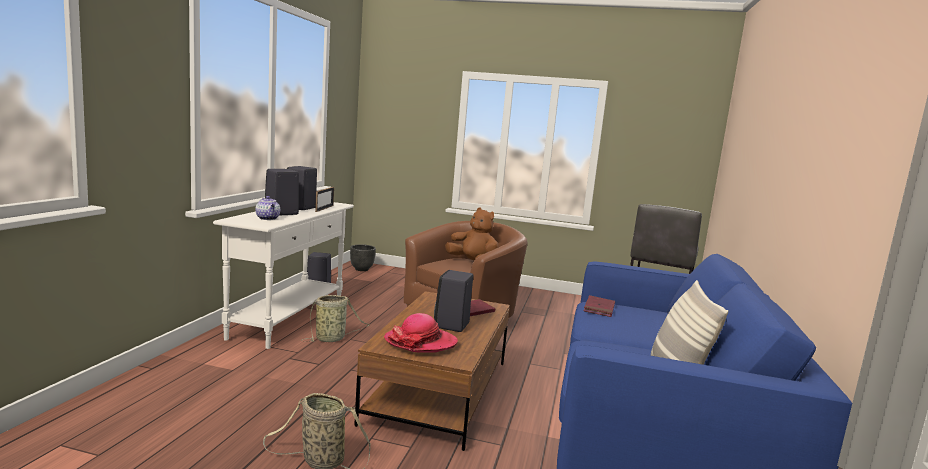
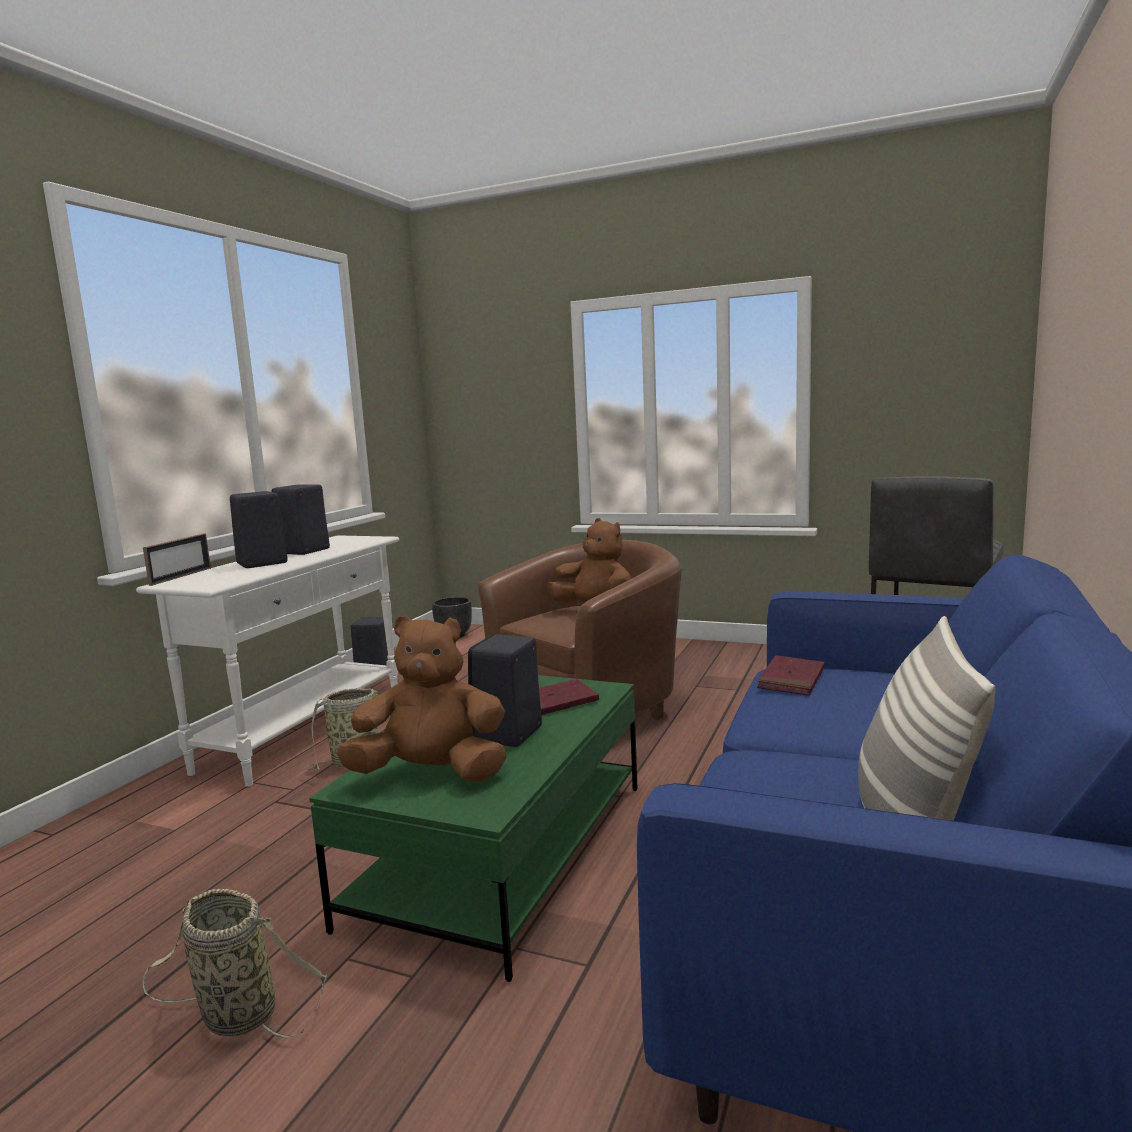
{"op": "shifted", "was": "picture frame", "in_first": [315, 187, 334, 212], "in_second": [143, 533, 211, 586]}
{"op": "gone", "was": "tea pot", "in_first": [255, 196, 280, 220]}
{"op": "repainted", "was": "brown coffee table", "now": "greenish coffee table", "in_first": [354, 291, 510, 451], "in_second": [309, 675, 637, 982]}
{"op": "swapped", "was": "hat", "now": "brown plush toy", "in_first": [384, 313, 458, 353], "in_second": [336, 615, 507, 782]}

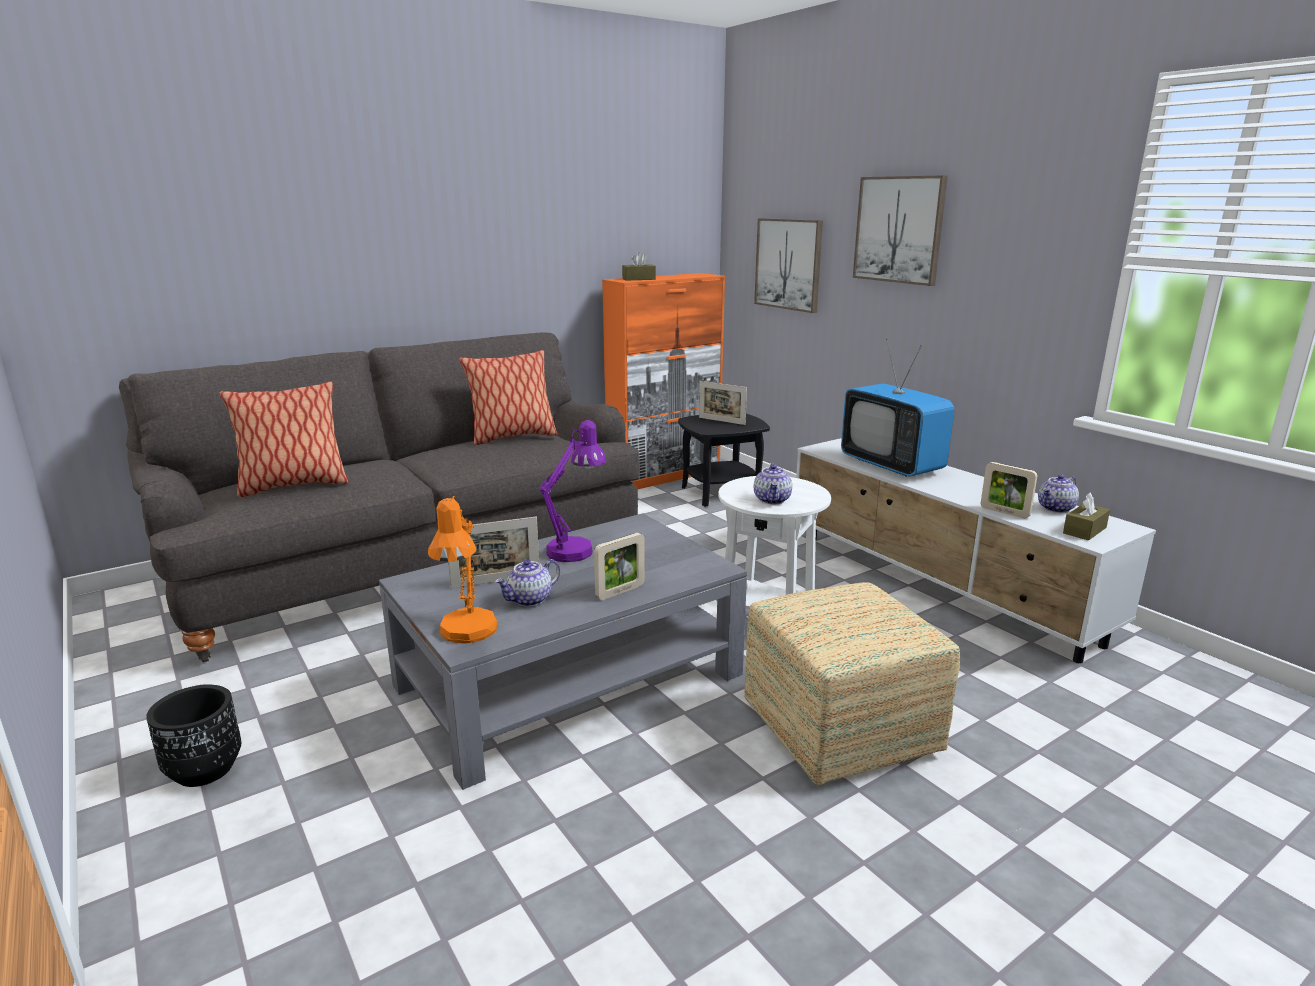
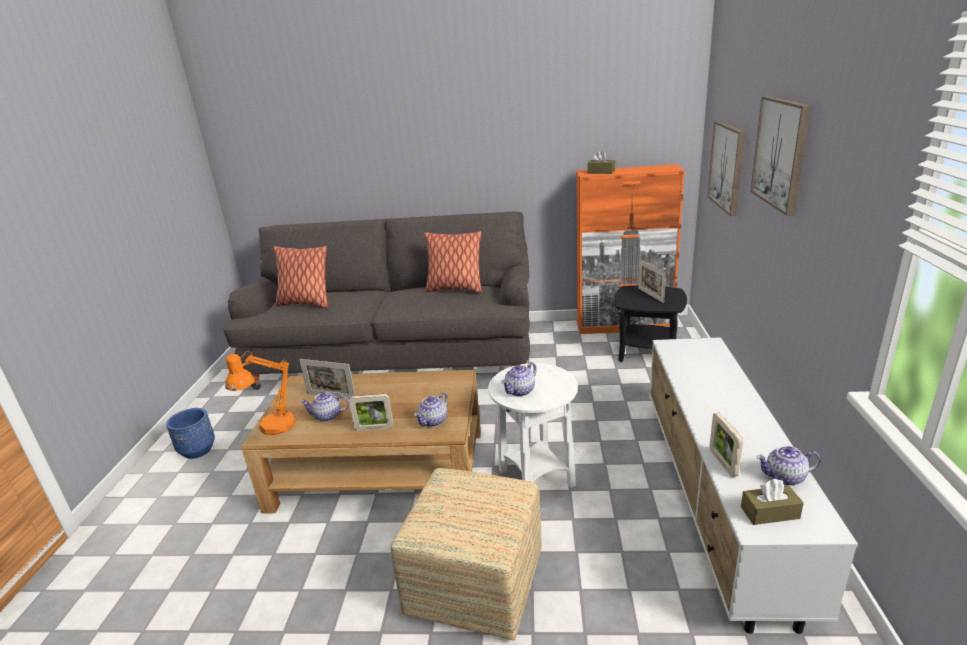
{"op": "gone", "was": "TV", "in_first": [841, 339, 955, 477]}
{"op": "gone", "was": "purple table lamp", "in_first": [539, 420, 606, 562]}
{"op": "repainted", "was": "grey coffee table", "now": "brown coffee table", "in_first": [379, 513, 747, 790], "in_second": [241, 370, 481, 514]}
{"op": "repainted", "was": "blackish planter", "now": "bluish planter", "in_first": [146, 684, 241, 787], "in_second": [166, 408, 215, 459]}
{"op": "new", "now": "tea pot", "in_second": [414, 392, 448, 427]}

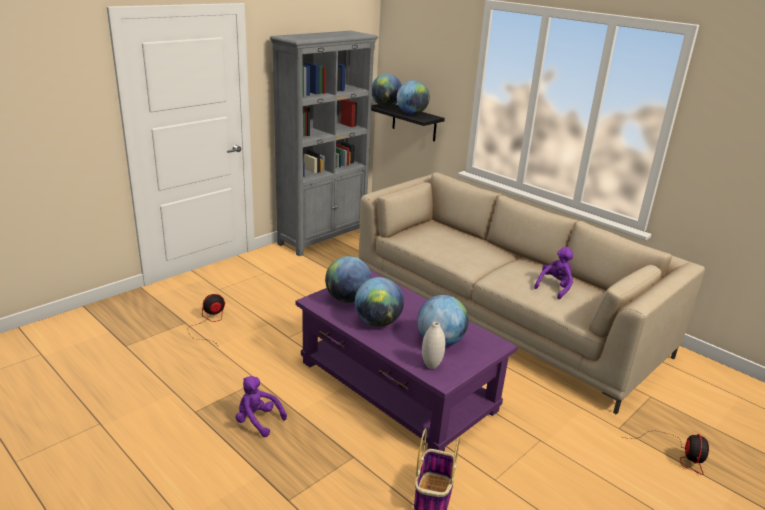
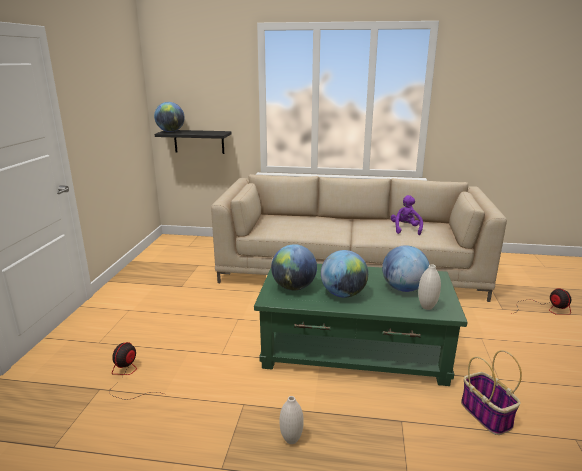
{"op": "gone", "was": "grey shelving unit", "in_first": [270, 31, 379, 256]}
{"op": "gone", "was": "desk globe", "in_first": [397, 80, 430, 114]}
{"op": "repainted", "was": "purple coffee table", "now": "greenish coffee table", "in_first": [296, 270, 518, 452], "in_second": [254, 264, 468, 386]}
{"op": "swapped", "was": "purple plush toy", "now": "white flower vase", "in_first": [235, 376, 287, 437], "in_second": [280, 396, 304, 444]}

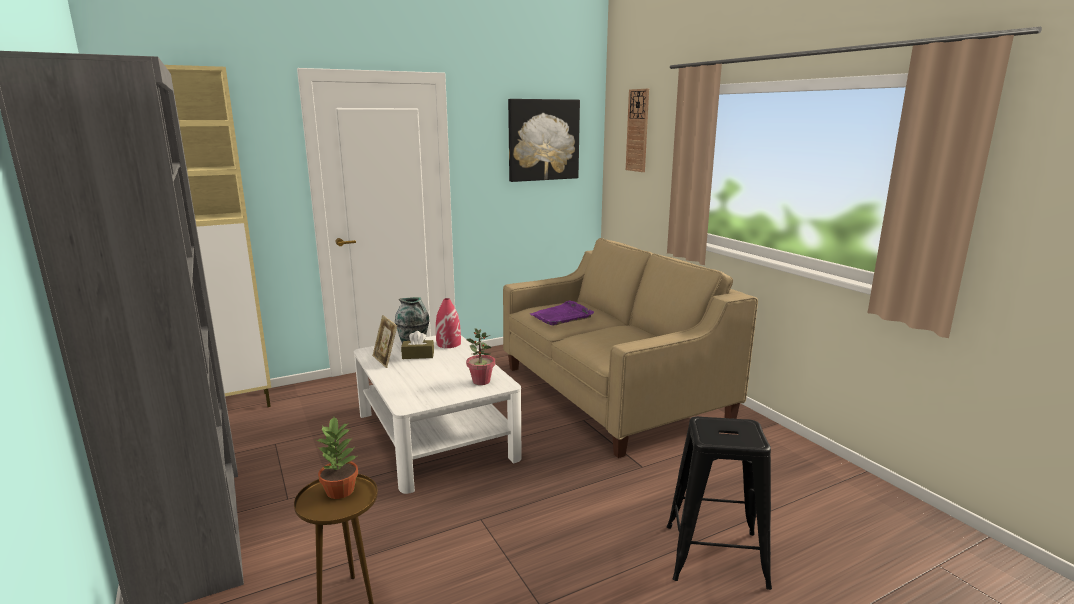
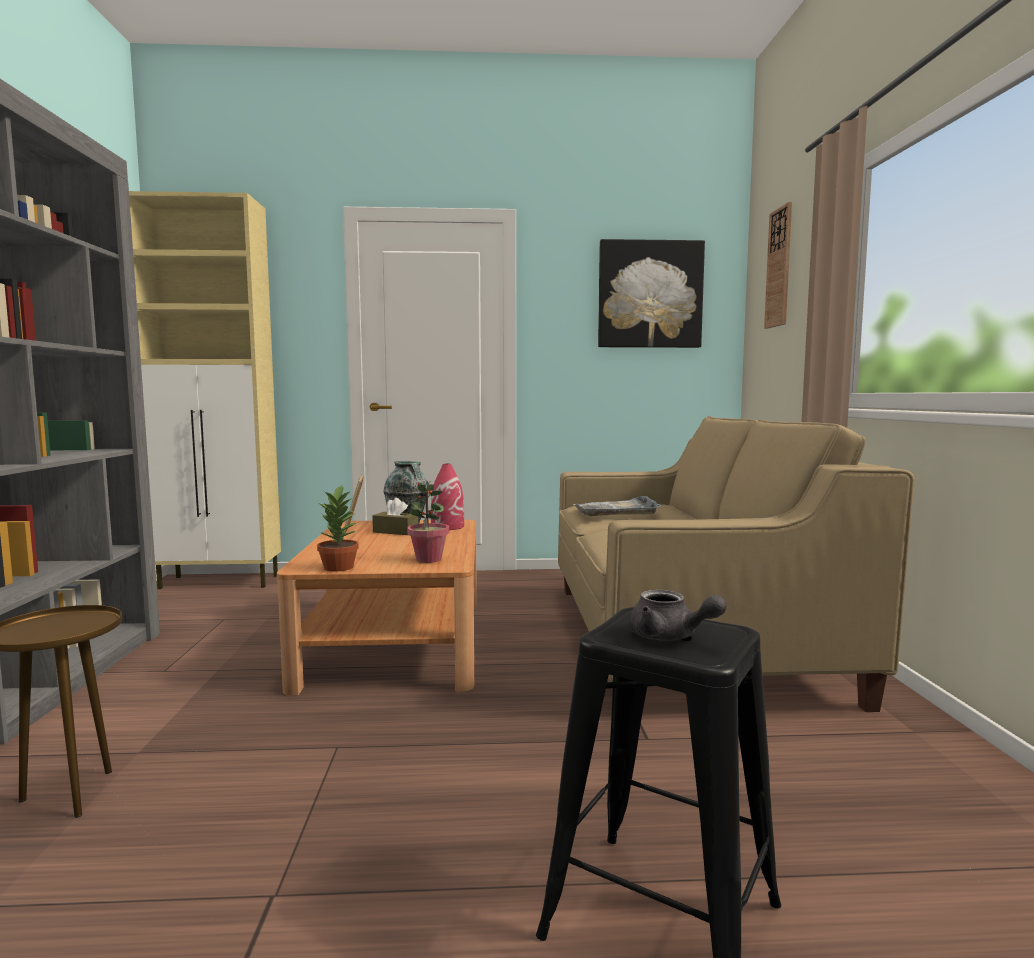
{"op": "repainted", "was": "purple tray", "now": "grey tray", "in_first": [529, 300, 594, 326], "in_second": [573, 496, 662, 516]}
{"op": "repainted", "was": "white coffee table", "now": "brown coffee table", "in_first": [354, 335, 522, 494], "in_second": [277, 520, 477, 696]}
{"op": "shifted", "was": "plant in a pot", "in_first": [317, 417, 358, 499], "in_second": [317, 485, 359, 572]}
{"op": "new", "now": "grey tea pot", "in_second": [629, 589, 727, 641]}

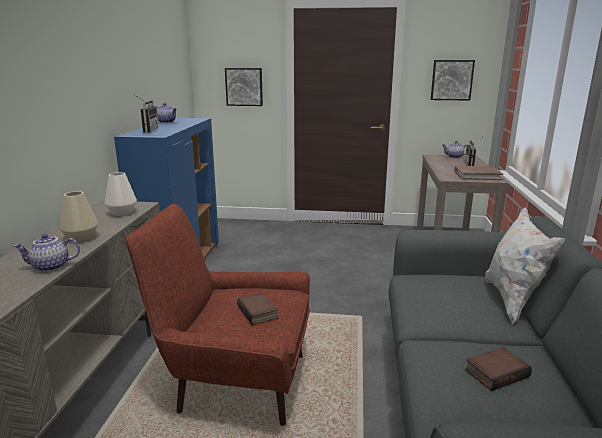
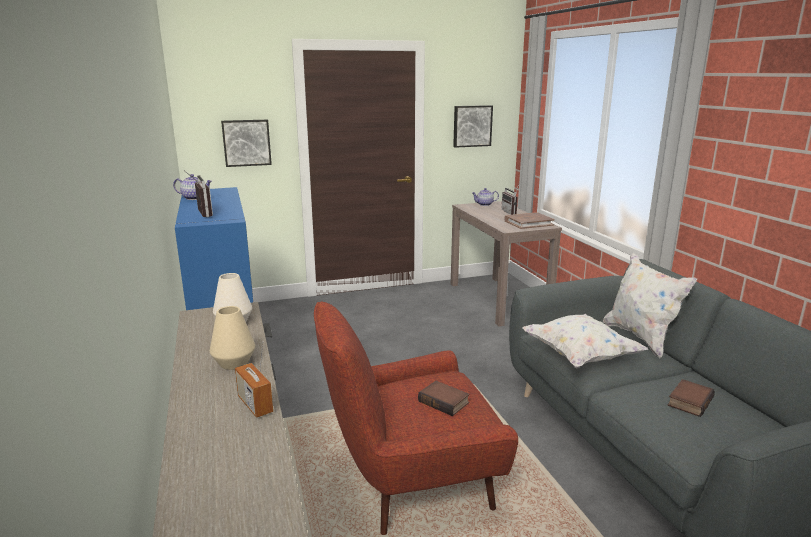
{"op": "swapped", "was": "tea pot", "now": "radio receiver", "in_first": [14, 234, 80, 272], "in_second": [235, 341, 273, 418]}
{"op": "new", "now": "white pillow", "in_second": [522, 314, 648, 368]}

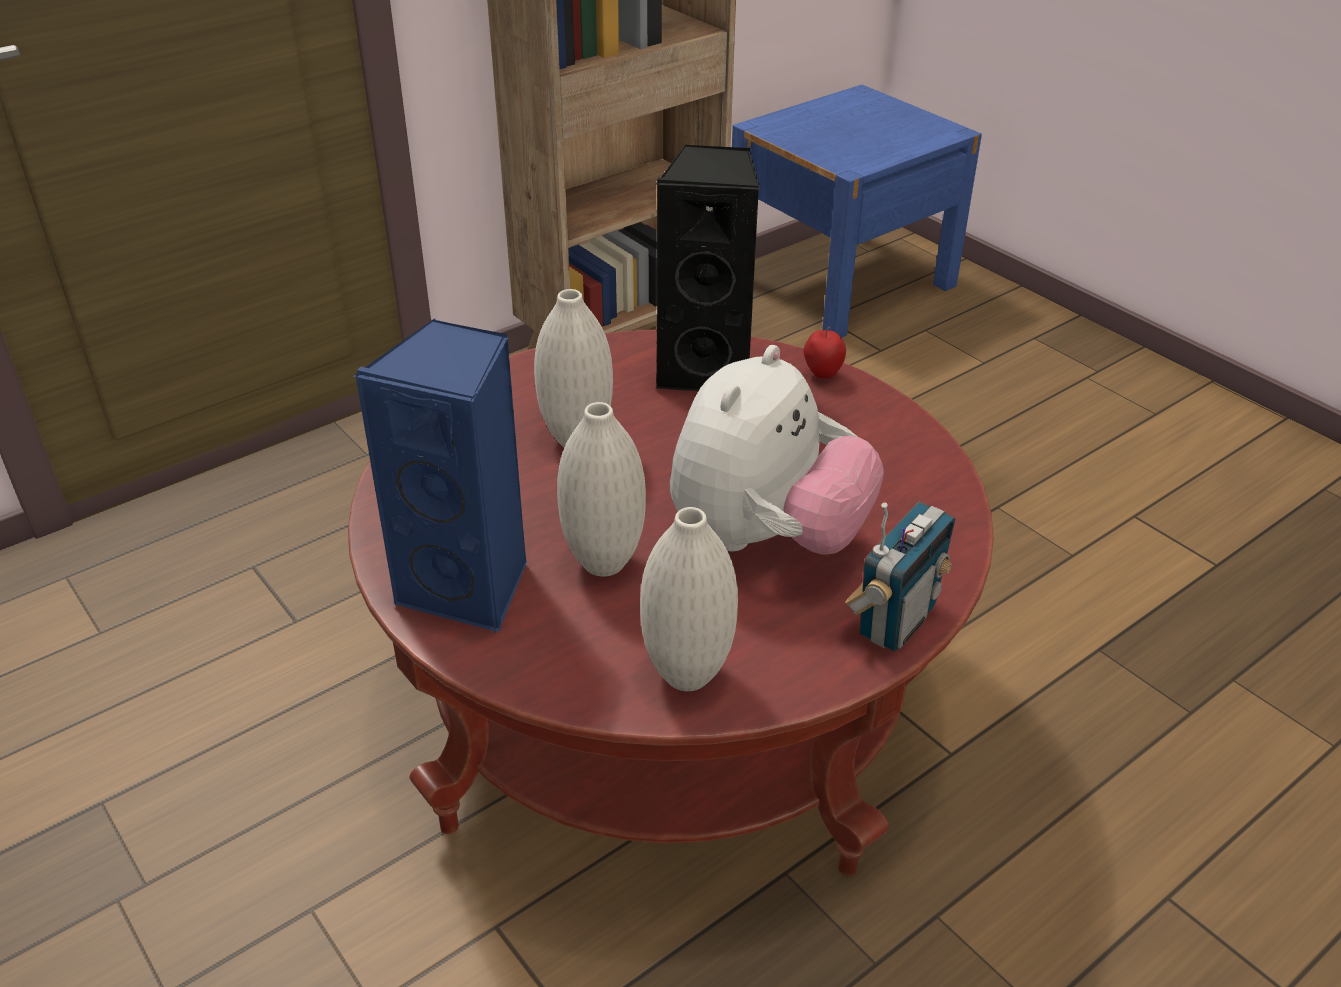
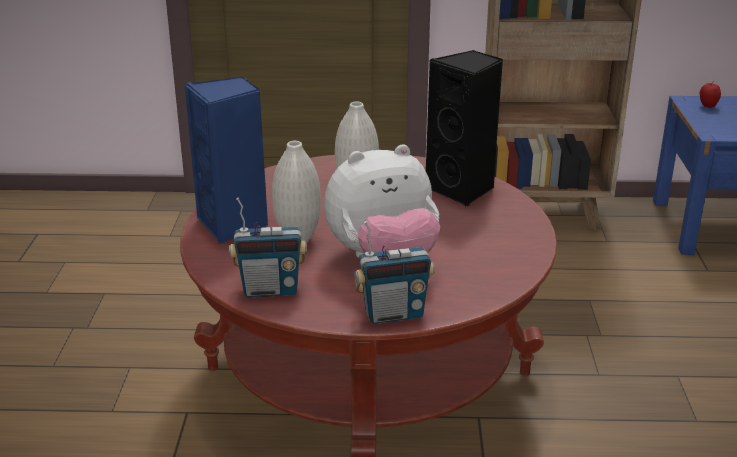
{"op": "shifted", "was": "apple fruit", "in_first": [804, 327, 846, 378], "in_second": [700, 82, 721, 108]}
{"op": "swapped", "was": "white flower vase", "now": "radio receiver", "in_first": [640, 507, 738, 691], "in_second": [229, 198, 307, 298]}

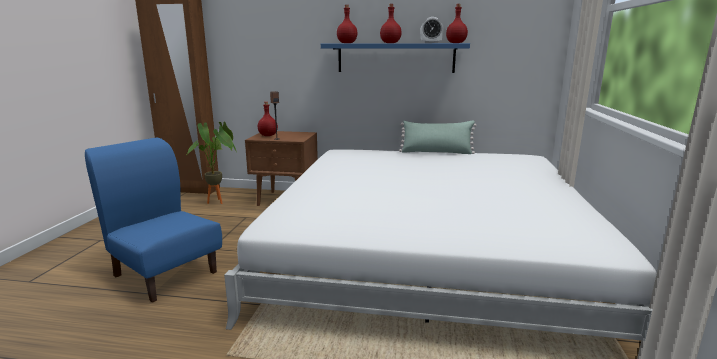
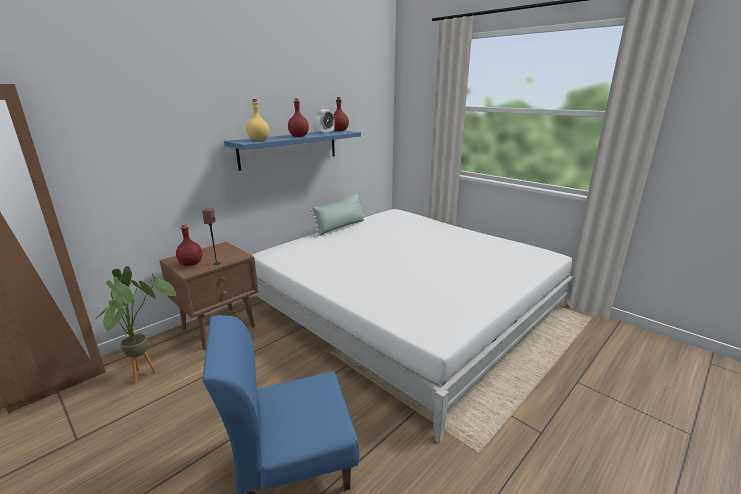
{"op": "repainted", "was": "red drink bottle", "now": "yellowish drink bottle", "in_first": [337, 5, 358, 43], "in_second": [246, 99, 269, 141]}

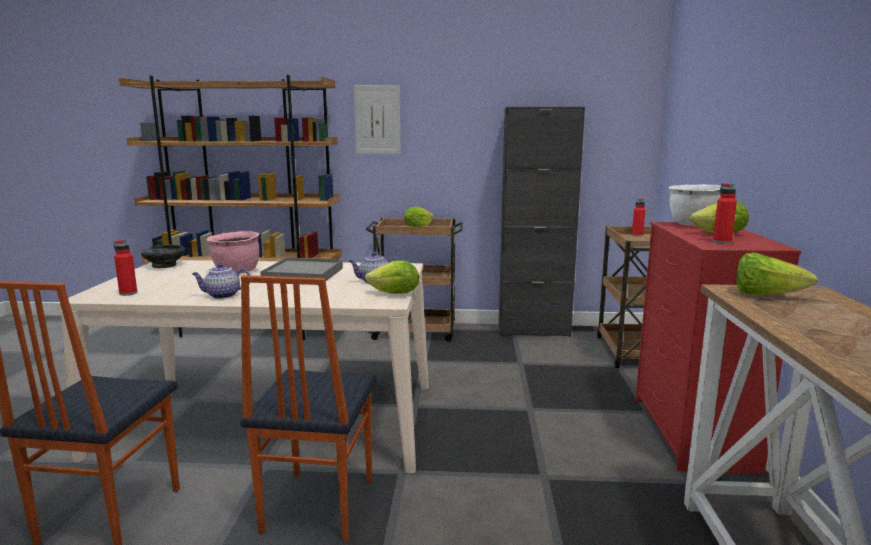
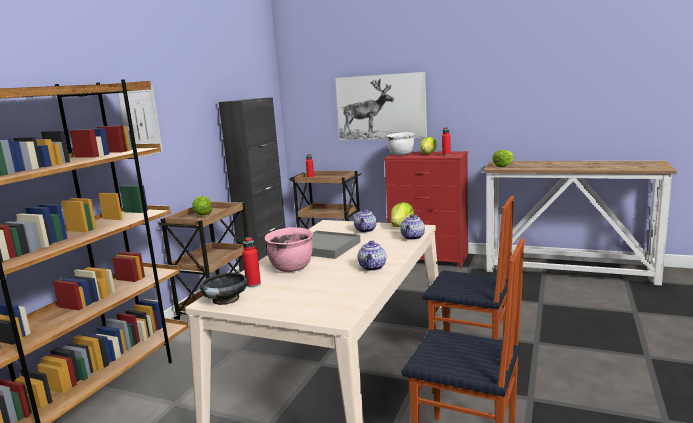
{"op": "shifted", "was": "red drink bottle", "in_first": [114, 240, 137, 296], "in_second": [242, 237, 261, 287]}
{"op": "new", "now": "picture", "in_second": [335, 72, 427, 140]}
{"op": "new", "now": "tea pot", "in_second": [400, 214, 425, 240]}

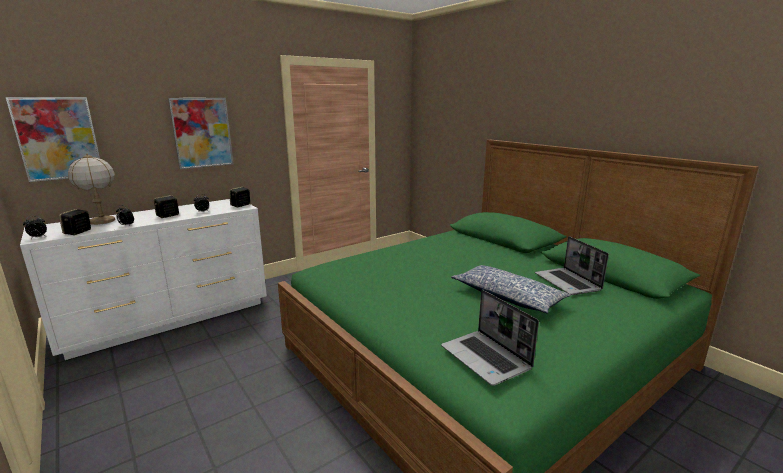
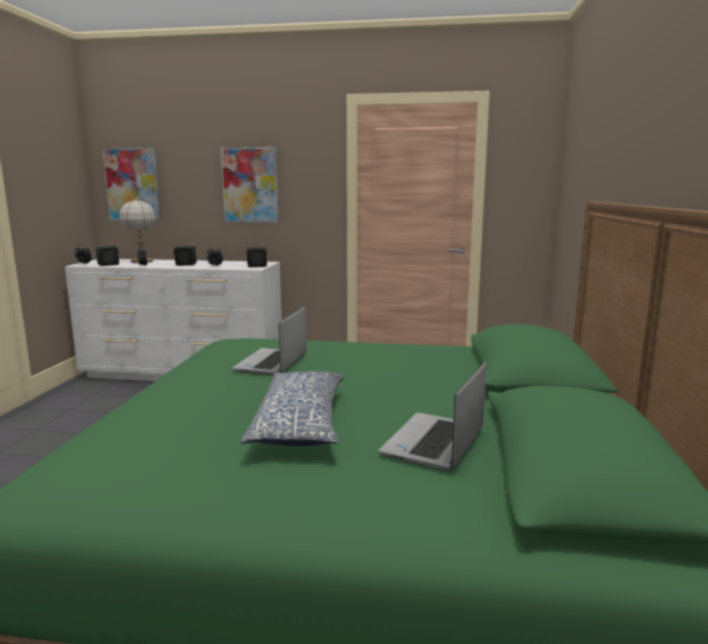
{"op": "shifted", "was": "laptop", "in_first": [441, 290, 539, 386], "in_second": [232, 307, 306, 375]}

